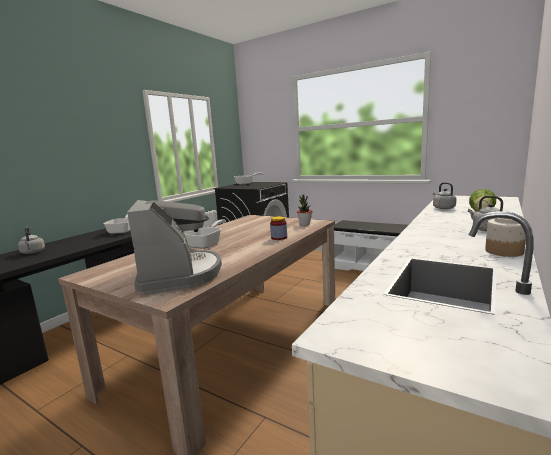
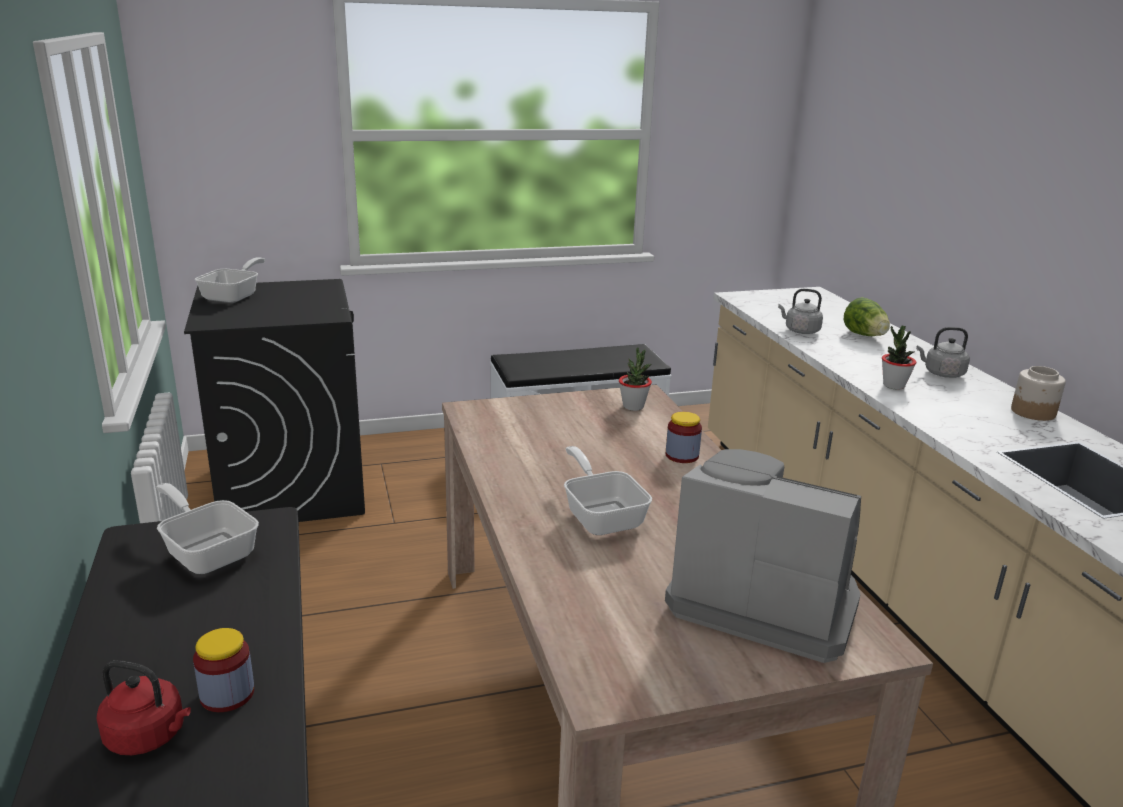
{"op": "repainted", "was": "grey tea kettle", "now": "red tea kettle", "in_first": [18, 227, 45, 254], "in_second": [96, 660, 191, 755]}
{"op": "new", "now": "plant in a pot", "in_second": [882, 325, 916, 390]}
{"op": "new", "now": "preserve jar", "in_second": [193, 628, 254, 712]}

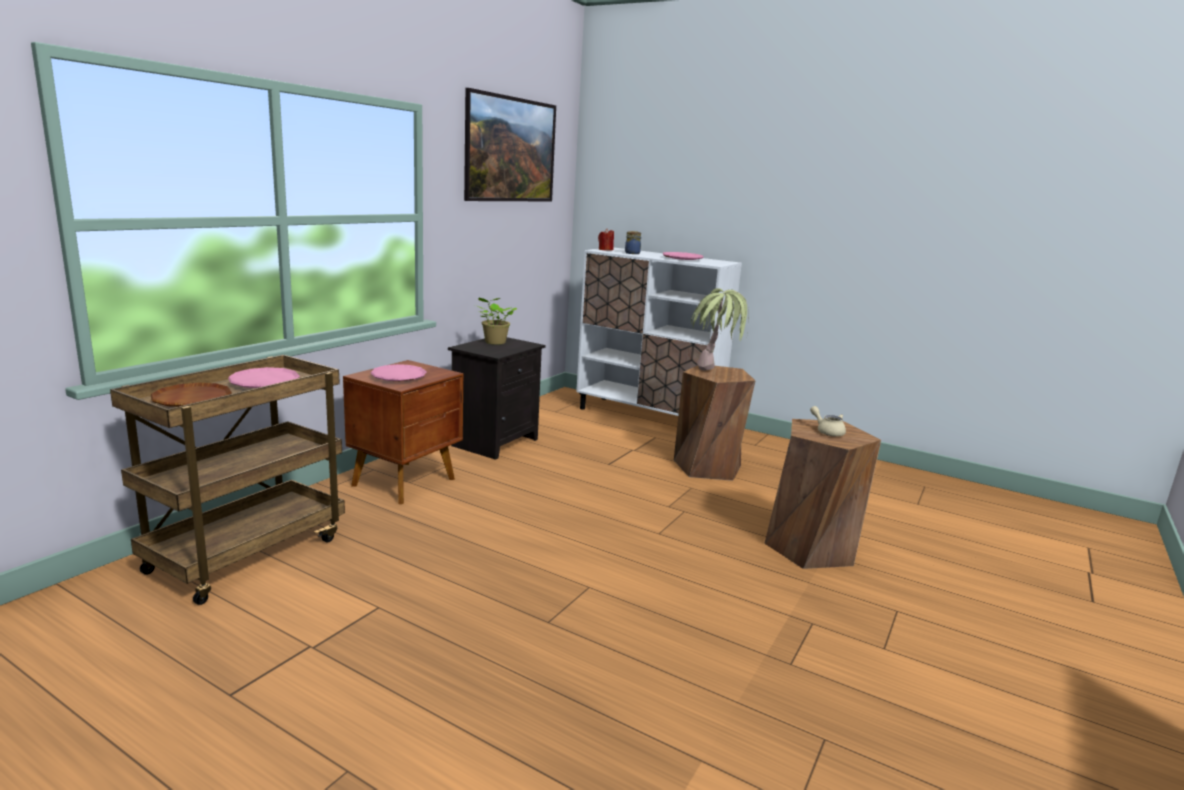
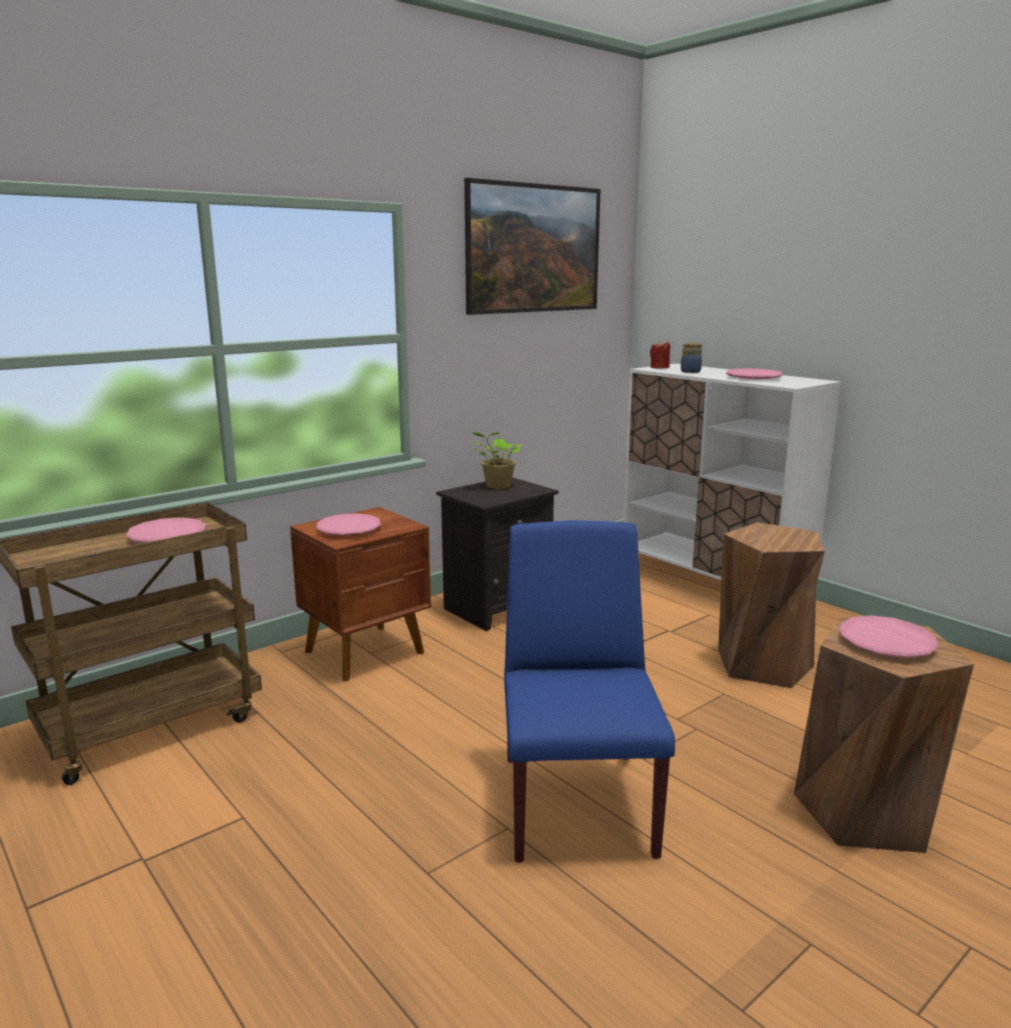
{"op": "gone", "was": "plant in a pot", "in_first": [691, 288, 749, 371]}
{"op": "gone", "was": "brown dinner plate", "in_first": [151, 383, 232, 407]}
{"op": "swapped", "was": "beige-coloured tea pot", "now": "pink-coloured dinner plate", "in_first": [810, 406, 846, 436], "in_second": [840, 615, 939, 658]}
{"op": "new", "now": "bluish plain chair", "in_second": [504, 520, 675, 863]}

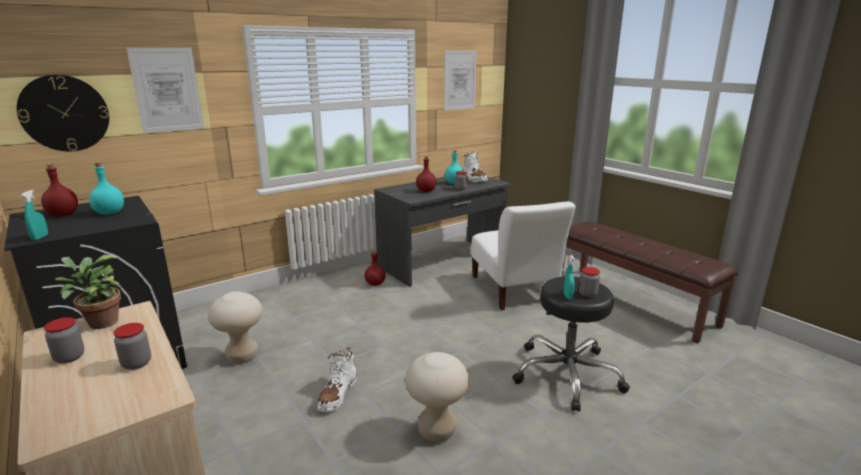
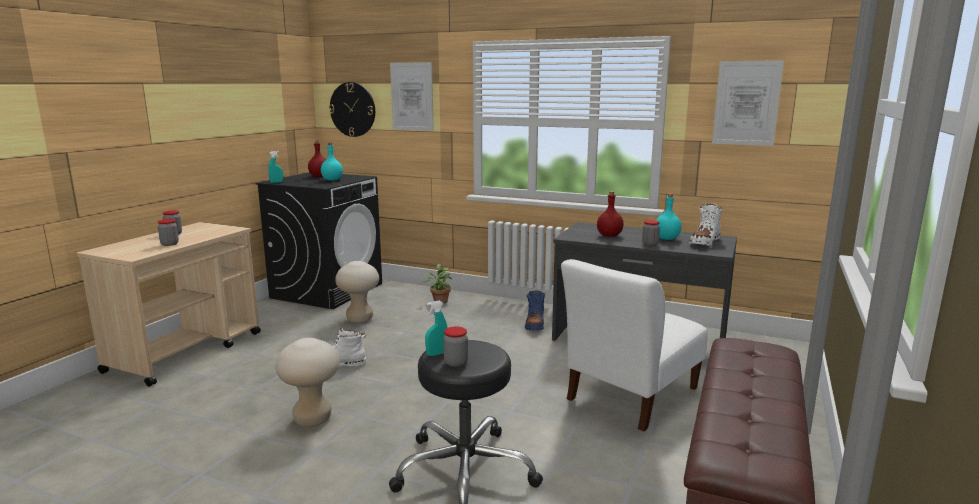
{"op": "swapped", "was": "red drink bottle", "now": "bluish tall boot", "in_first": [365, 251, 385, 286], "in_second": [525, 291, 545, 331]}
{"op": "shifted", "was": "plant in a pot", "in_first": [55, 255, 122, 329], "in_second": [423, 264, 452, 304]}

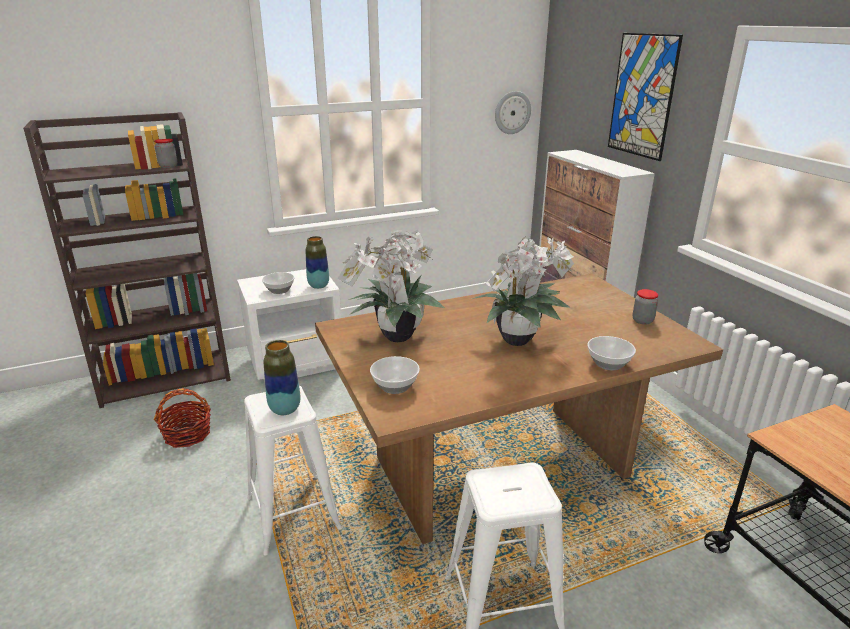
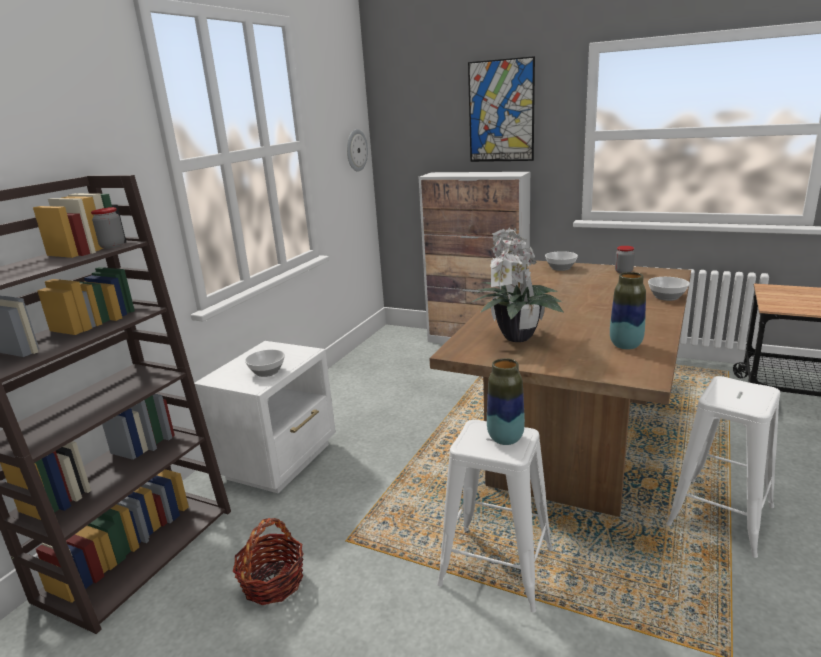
{"op": "shifted", "was": "flower vase", "in_first": [306, 236, 329, 289], "in_second": [610, 272, 646, 350]}
{"op": "gone", "was": "plant in a pot", "in_first": [472, 236, 574, 346]}
{"op": "shifted", "was": "serving bowl", "in_first": [370, 356, 420, 394], "in_second": [545, 251, 578, 271]}

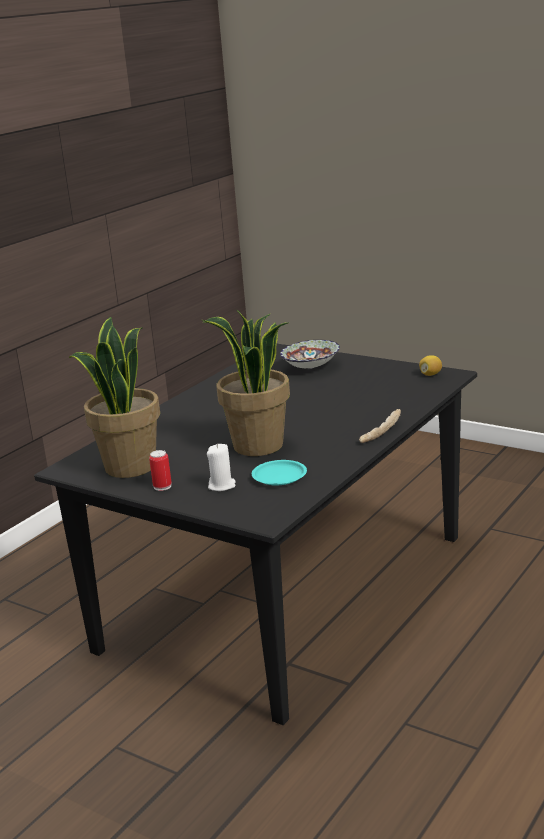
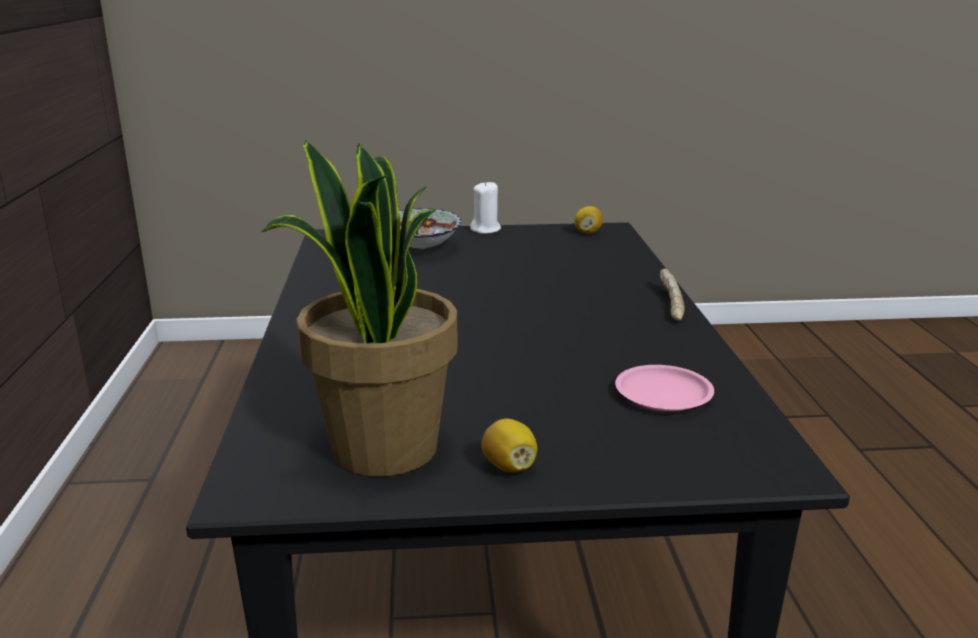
{"op": "gone", "was": "plant in a pot", "in_first": [202, 309, 290, 456]}
{"op": "shifted", "was": "white wax light", "in_first": [207, 444, 236, 491], "in_second": [470, 181, 501, 234]}
{"op": "swapped", "was": "metal can", "now": "lemon", "in_first": [149, 450, 172, 491], "in_second": [481, 419, 537, 473]}
{"op": "repainted", "was": "turquoise dinner plate", "now": "pink-coloured dinner plate", "in_first": [252, 460, 307, 485], "in_second": [615, 365, 714, 411]}

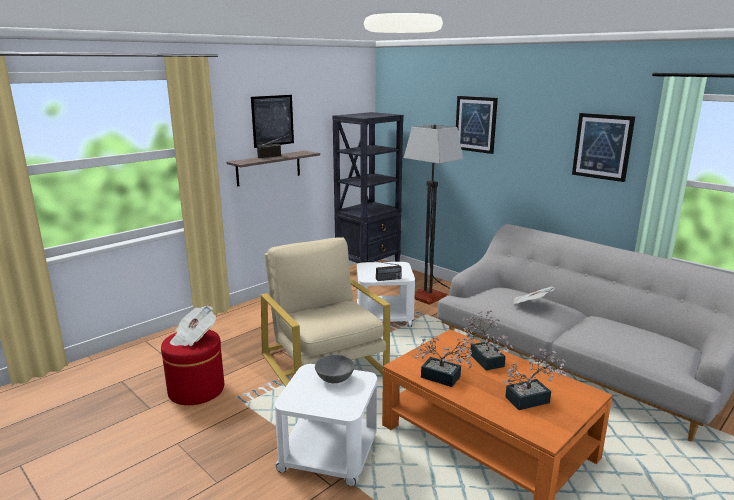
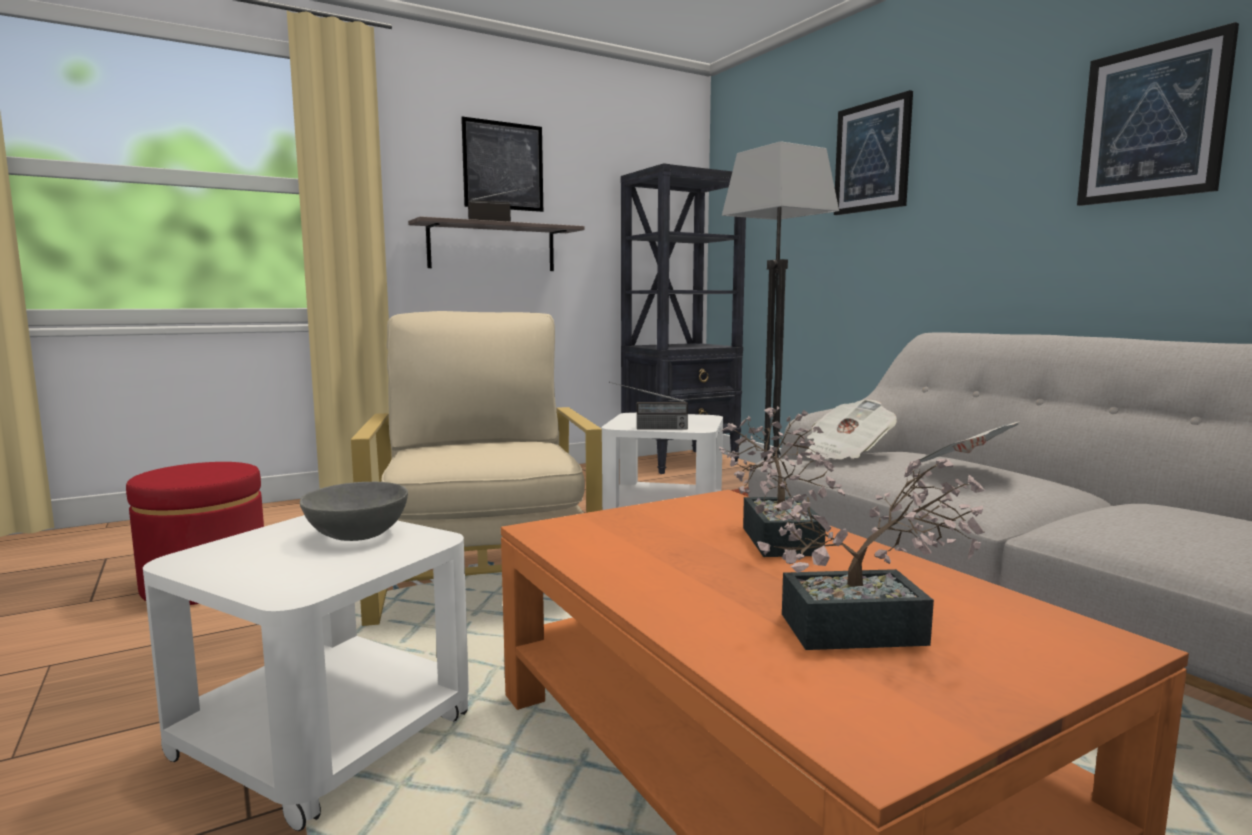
{"op": "shifted", "was": "daily paper", "in_first": [170, 306, 216, 346], "in_second": [805, 400, 897, 459]}
{"op": "gone", "was": "plant in a pot", "in_first": [414, 338, 474, 387]}

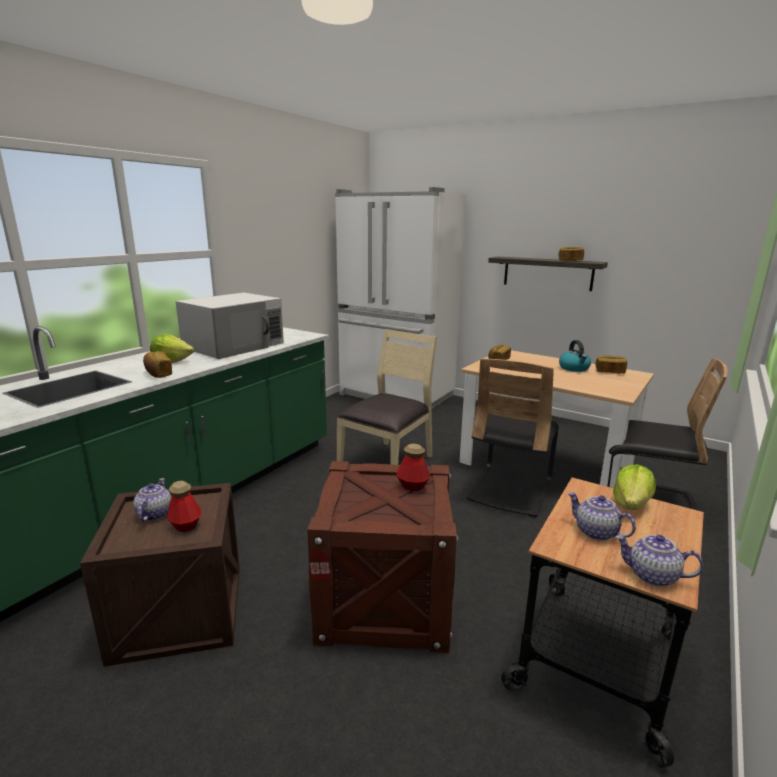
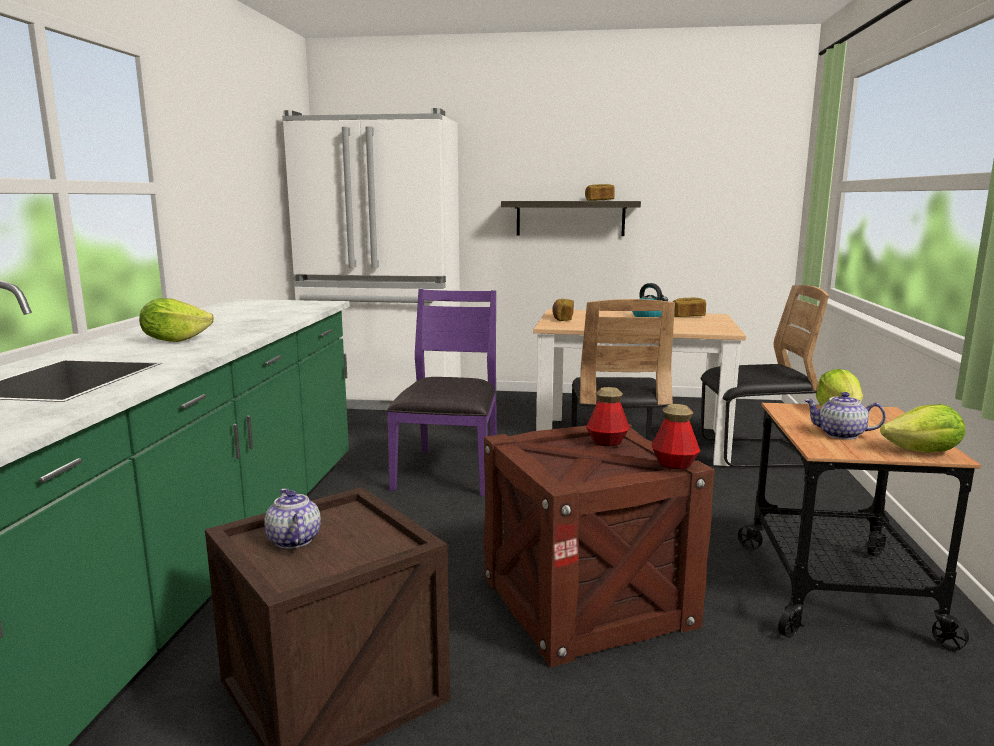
{"op": "gone", "was": "white microwave", "in_first": [175, 293, 284, 359]}
{"op": "repainted", "was": "beige-coloured plain chair", "now": "purple plain chair", "in_first": [336, 329, 437, 465], "in_second": [386, 289, 497, 496]}
{"op": "gone", "was": "bakery bread", "in_first": [143, 351, 172, 378]}
{"op": "shifted", "was": "drink bottle", "in_first": [167, 481, 202, 532], "in_second": [652, 404, 700, 470]}
{"op": "swapped", "was": "tea pot", "now": "head of lettuce", "in_first": [615, 535, 703, 587], "in_second": [880, 404, 965, 453]}

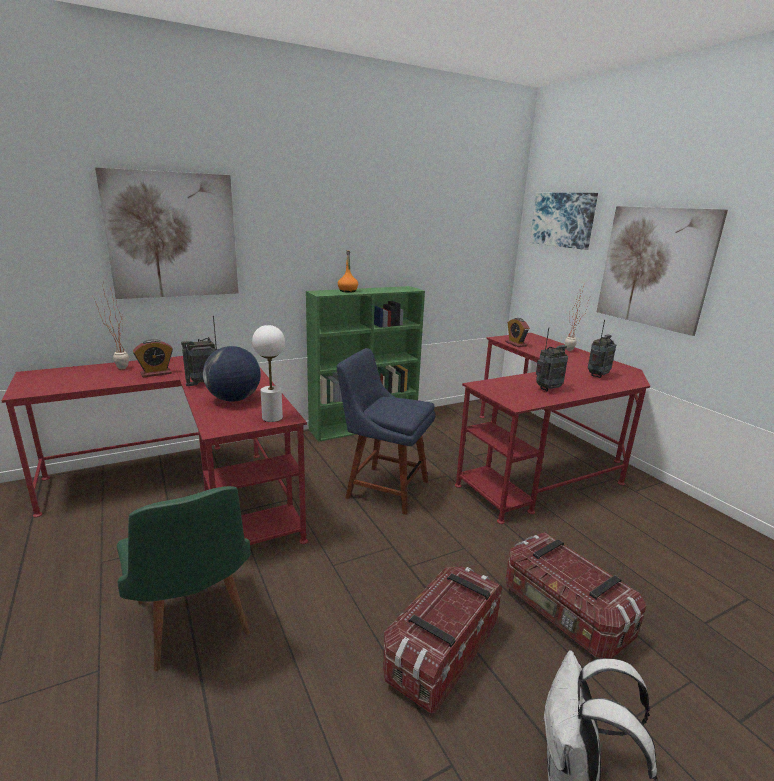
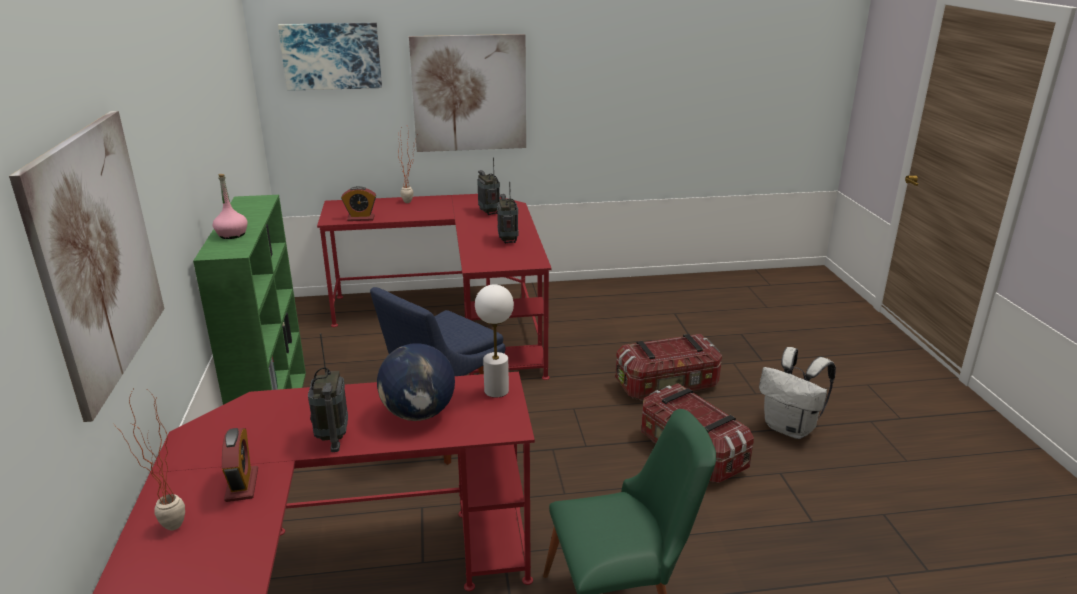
{"op": "repainted", "was": "orange drink bottle", "now": "pink-coloured drink bottle", "in_first": [338, 250, 358, 293], "in_second": [213, 174, 248, 239]}

